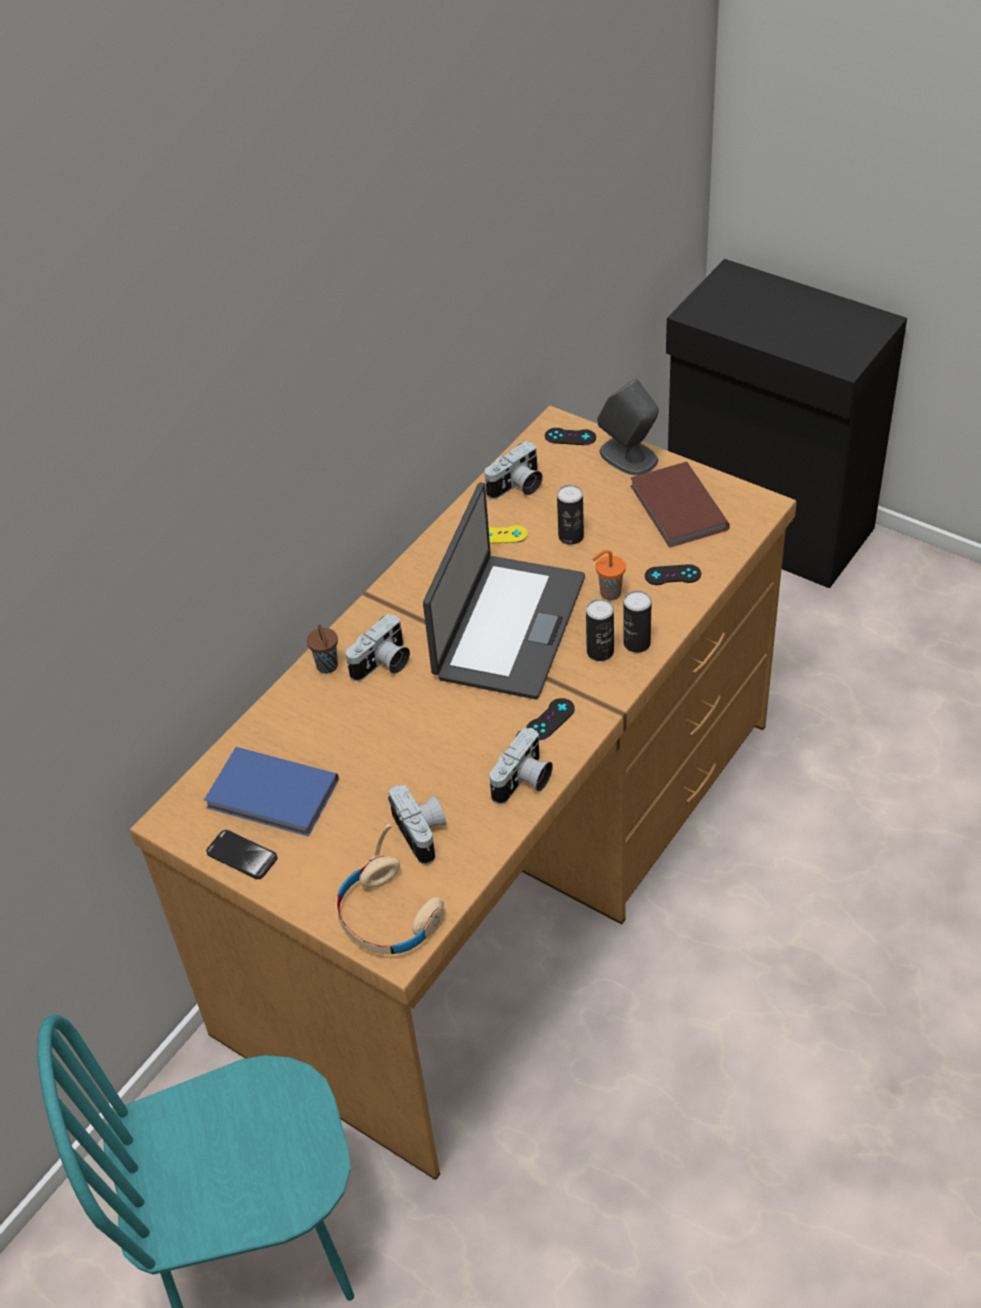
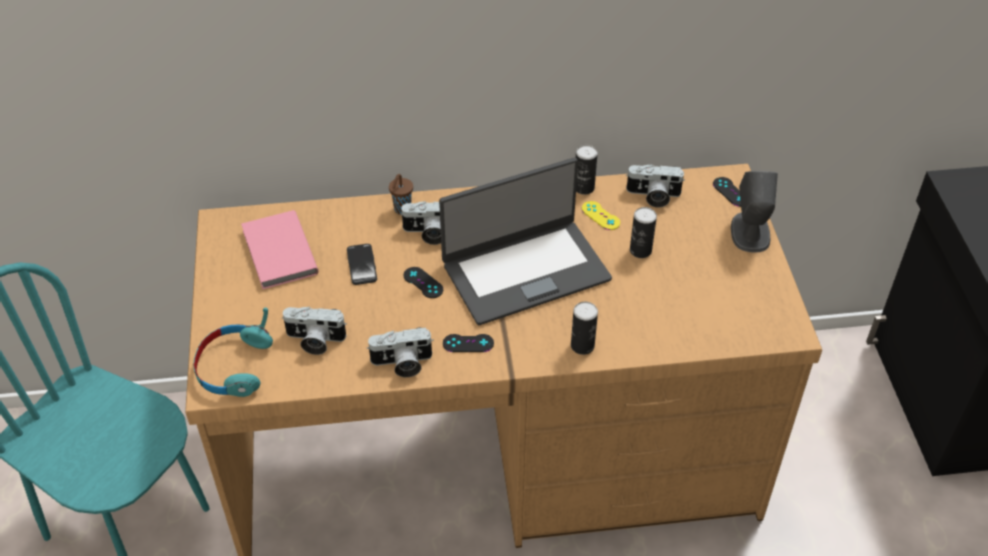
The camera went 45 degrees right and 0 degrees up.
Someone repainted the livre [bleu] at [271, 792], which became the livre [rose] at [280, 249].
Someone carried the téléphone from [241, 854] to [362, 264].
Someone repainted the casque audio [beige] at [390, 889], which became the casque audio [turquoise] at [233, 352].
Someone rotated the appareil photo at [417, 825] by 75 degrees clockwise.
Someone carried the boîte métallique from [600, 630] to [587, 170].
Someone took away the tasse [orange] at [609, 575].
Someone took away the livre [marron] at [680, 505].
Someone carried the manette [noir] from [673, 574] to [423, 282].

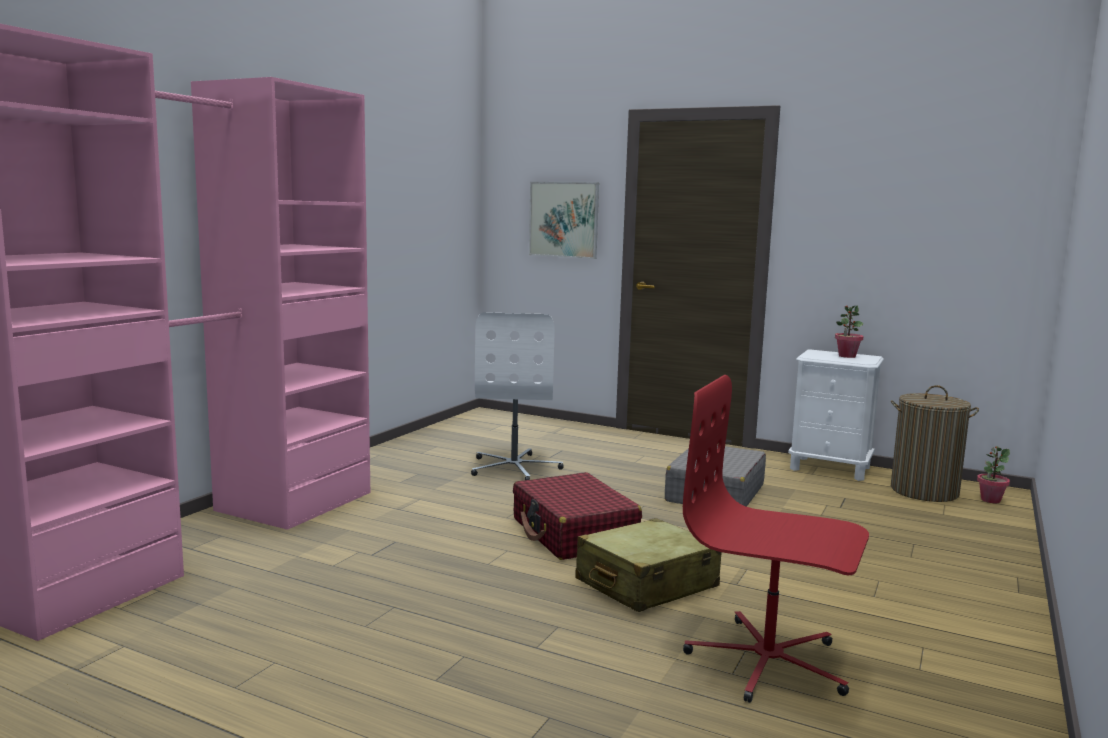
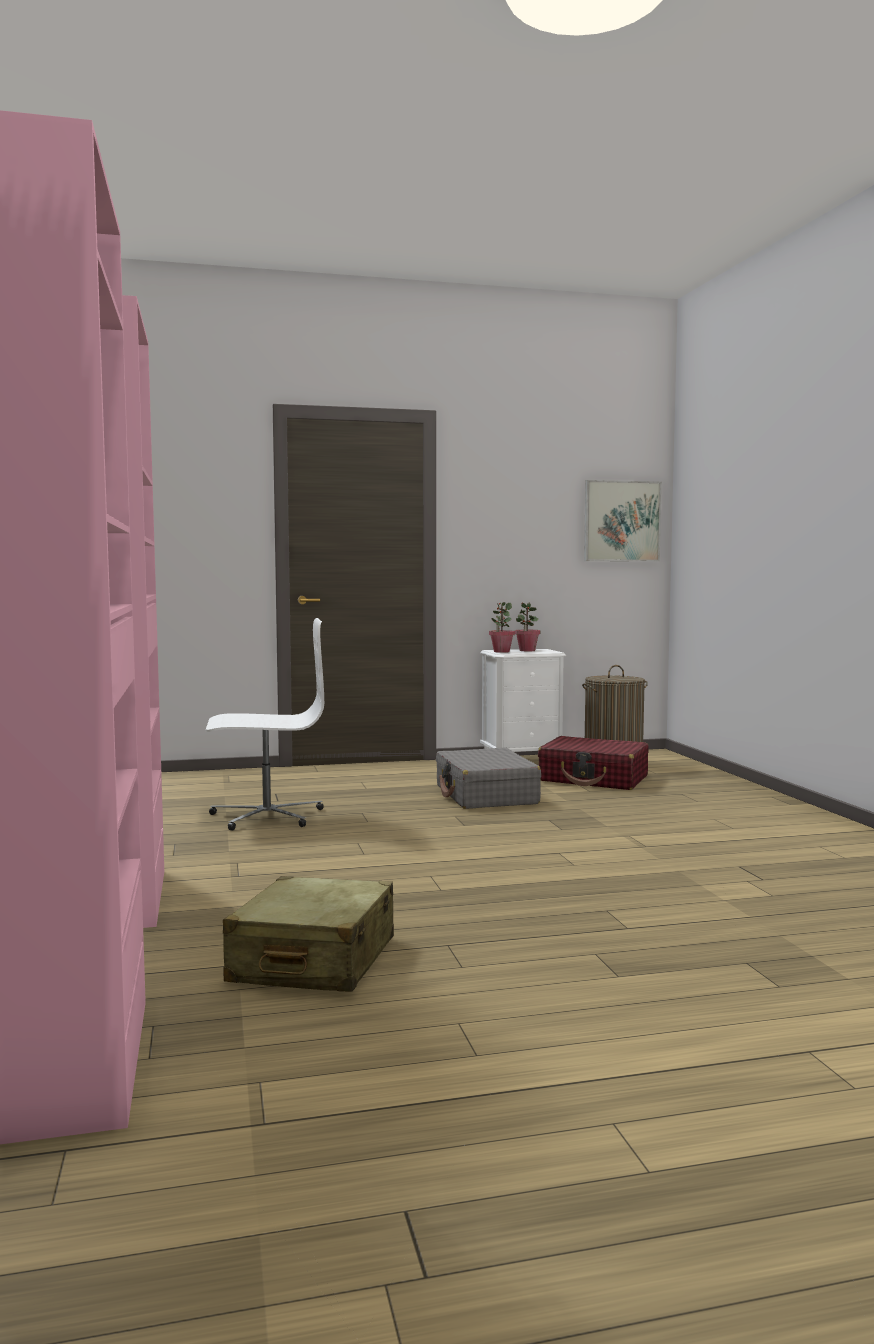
The camera went 40 degrees left and 5 degrees down.
Someone rotated the chaise de bureau [blanc] at [517, 396] by 60 degrees counterclockwise.
Someone carried the valise [rouge] from [577, 516] to [593, 763].
Someone carried the tableau from [564, 220] to [623, 521].
Someone carried the valise [beige] from [648, 565] to [308, 934].
Someone took away the chaise de bureau [rouge] at [776, 539].
Someone carried the plante en pot from [993, 474] to [502, 627].

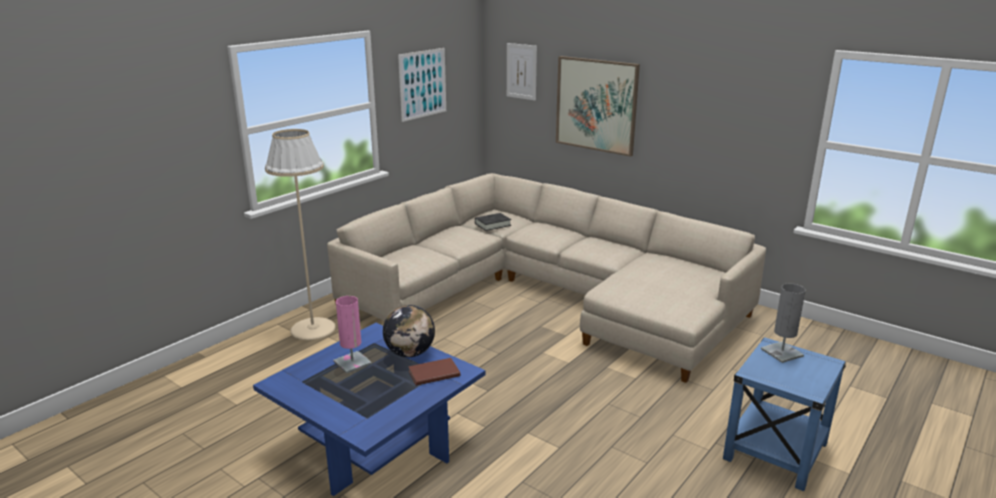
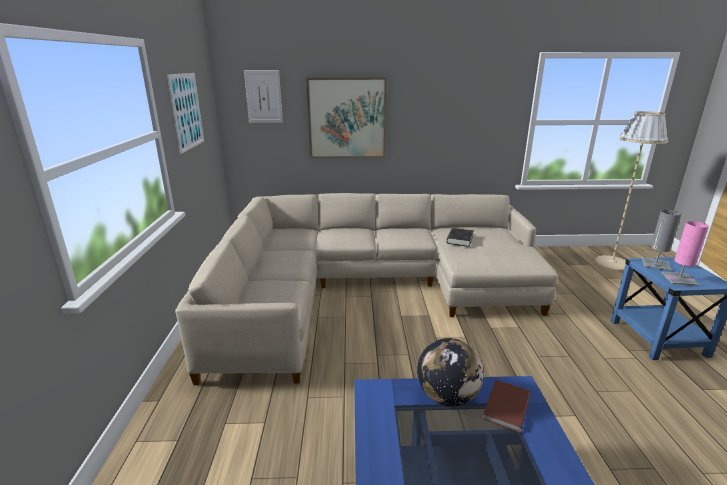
The camera went 40 degrees left and 0 degrees up.
Someone carried the lampadaire [beige] from [300, 234] to [632, 190].
Someone carried the lampe de table [rose] from [352, 335] to [685, 253].
Someone carried the livre [noir] from [493, 222] to [460, 237].

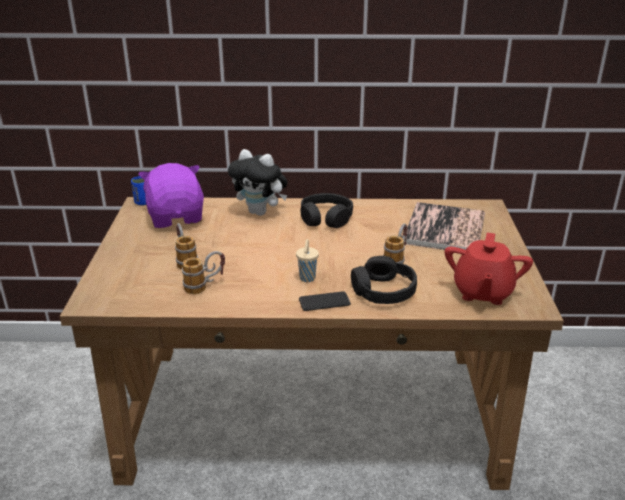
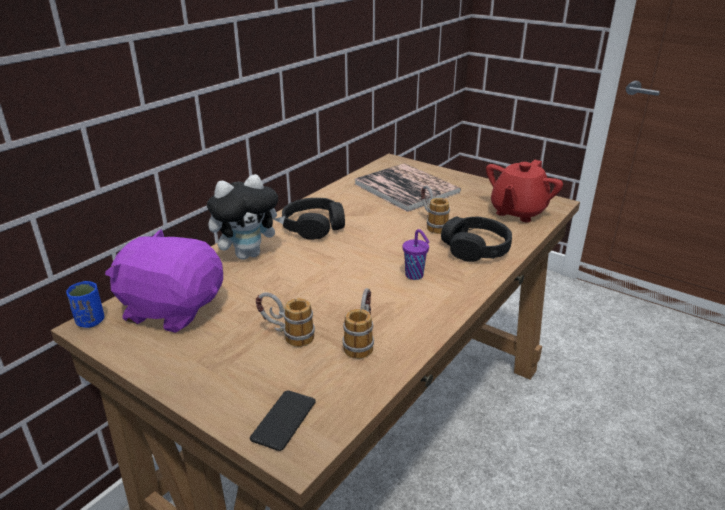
The camera went 55 degrees left and 0 degrees up.
Someone repainted the tasse [beige] at [307, 260], which became the tasse [violet] at [416, 254].
Someone carried the téléphone from [325, 301] to [283, 421].
Someone rotated the théière [rouge] at [488, 269] by 75 degrees clockwise.

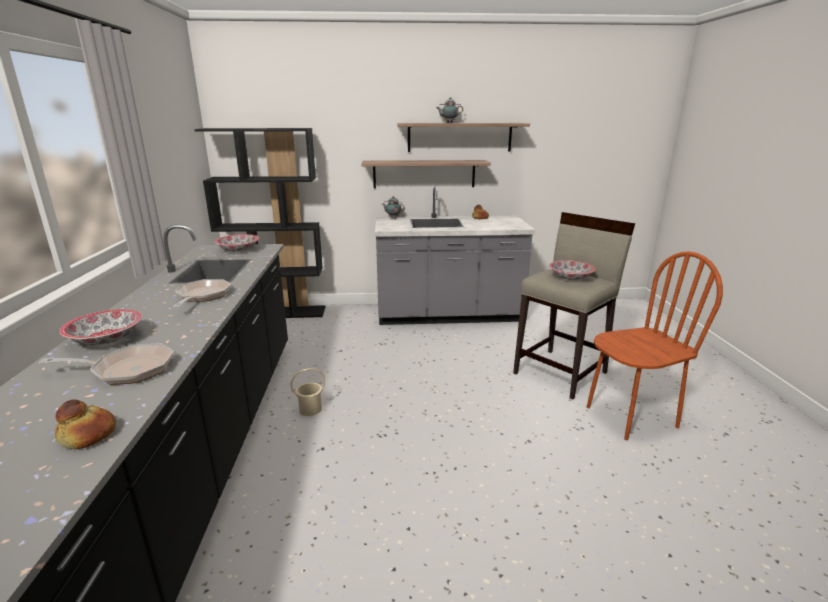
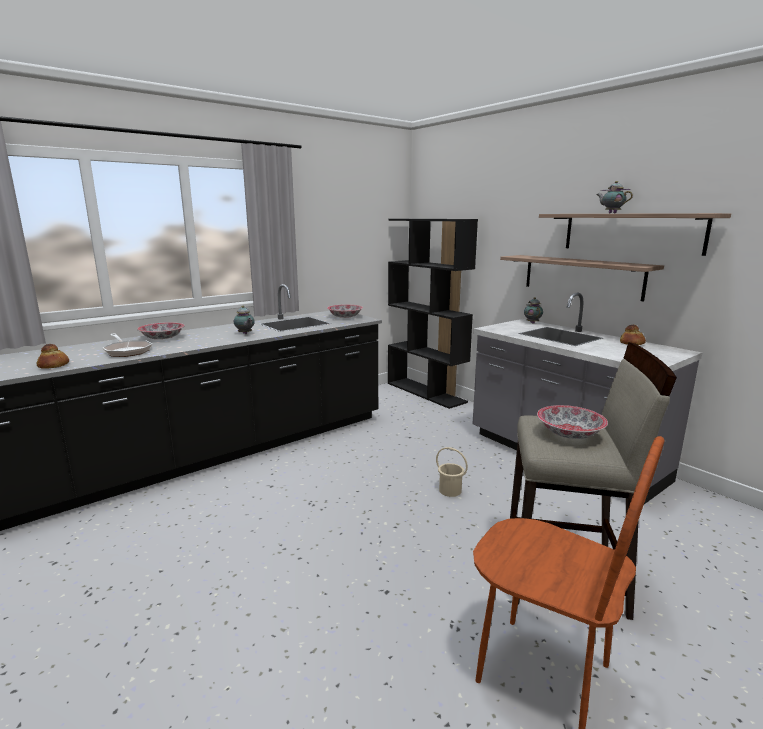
The camera went 55 degrees right and 5 degrees down.
Someone swapped the poêle at [201, 293] for the théière at [244, 320].
Someone carried the seau [beige] from [308, 392] to [452, 472].

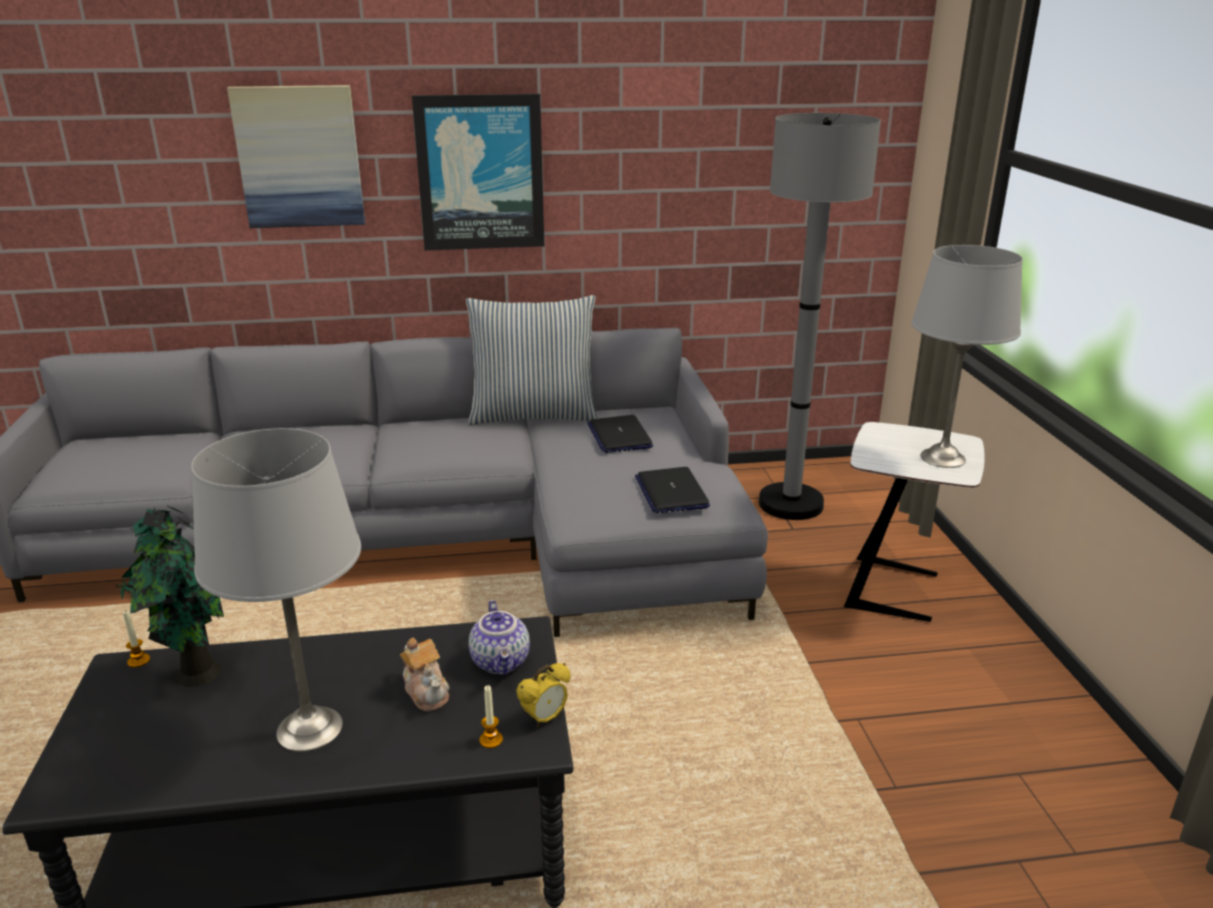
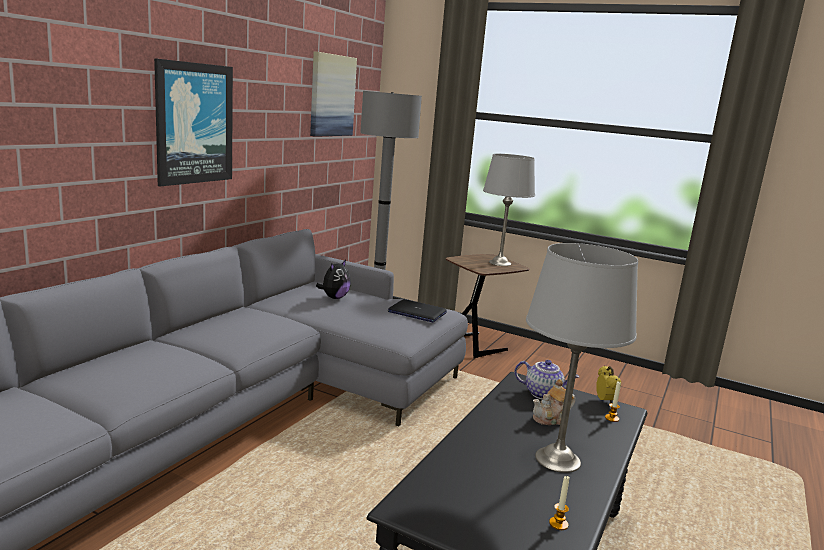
The camera went 55 degrees left and 10 degrees down.
Someone took away the plante en pot at [170, 596].
Someone carried the bougie from [136, 639] to [559, 503].
Someone carried the tableau from [296, 156] to [333, 94].
Someone rotated the théière at [425, 674] by 150 degrees clockwise.
Someone took away the coussin at [531, 360].
Someone swapped the ordinateur portable at [620, 434] for the peluche at [333, 279].
Someone repainted the table d'appoint [blanc] at [914, 522], which became the table d'appoint [marron] at [487, 306].

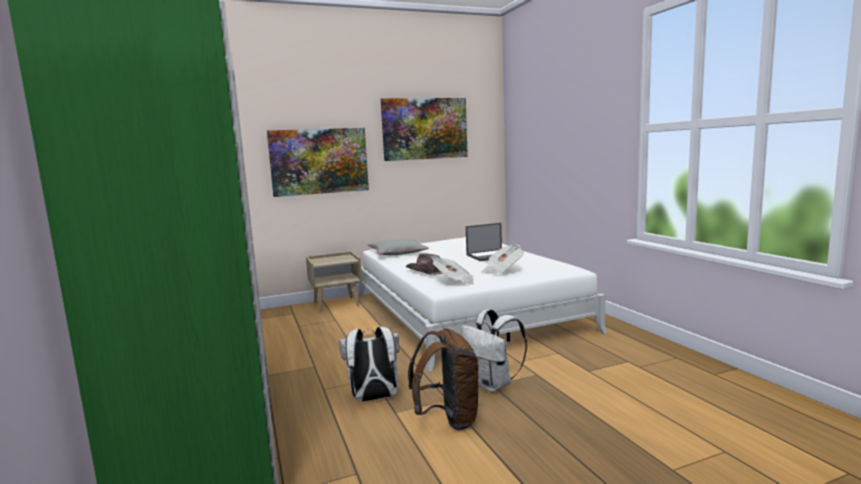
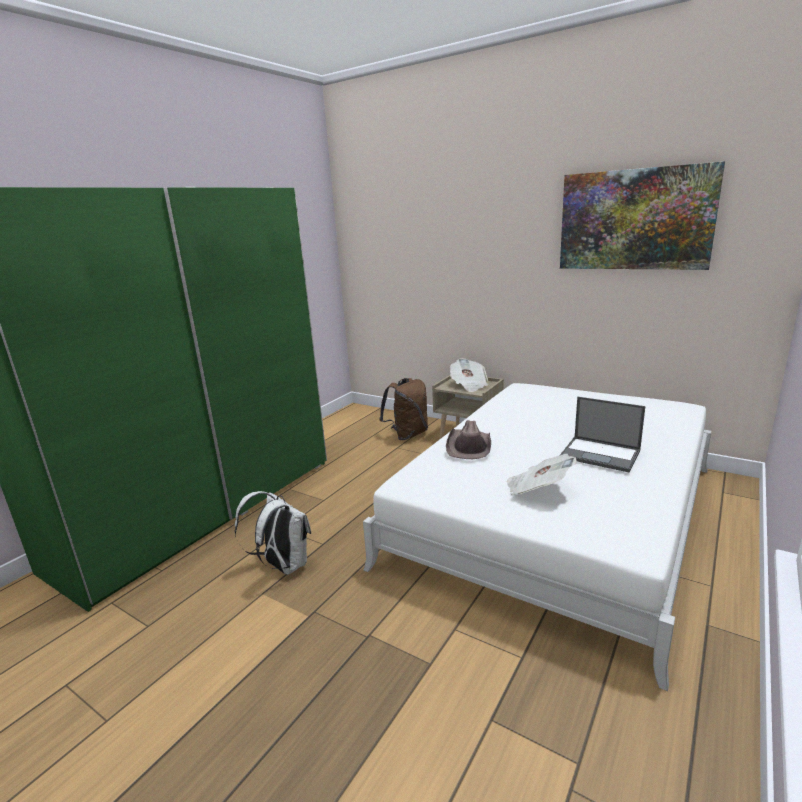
The camera went 55 degrees right and 10 degrees up.
Someone took away the tableau at [318, 162].
Someone took away the coussin [gris] at [398, 246].
Someone carried the sac à dos [marron] from [443, 379] to [403, 409].
Someone carried the journal from [453, 270] to [469, 375].
Someone took away the sac à dos [blanc] at [494, 350].

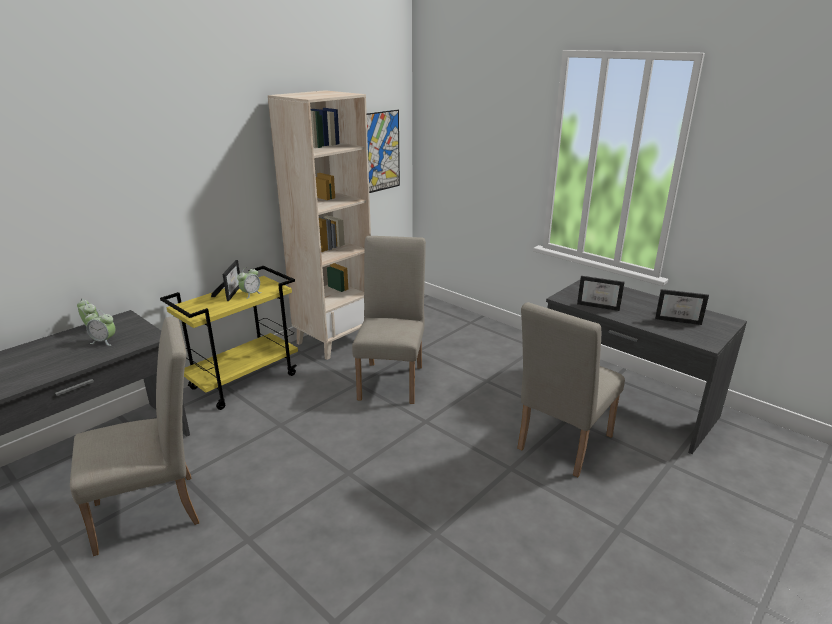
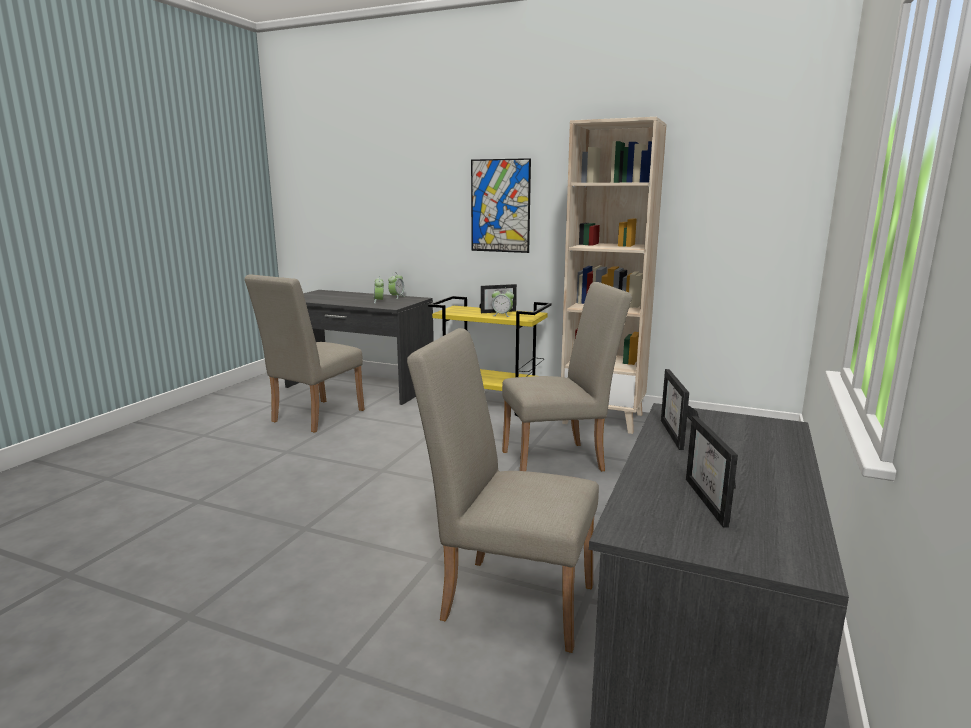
The camera went 70 degrees right and 10 degrees down.
Someone rotated the chaise [beige] at [134, 436] by 75 degrees clockwise.
Someone carried the tableau from [383, 151] to [501, 205].

